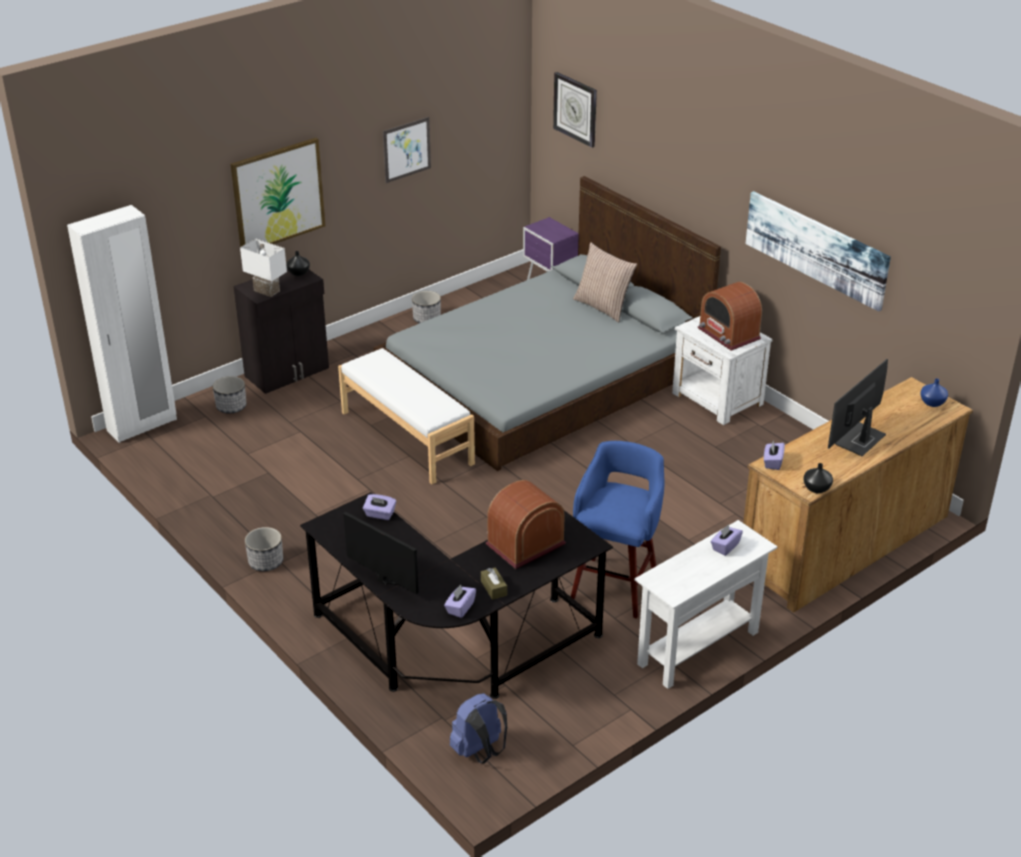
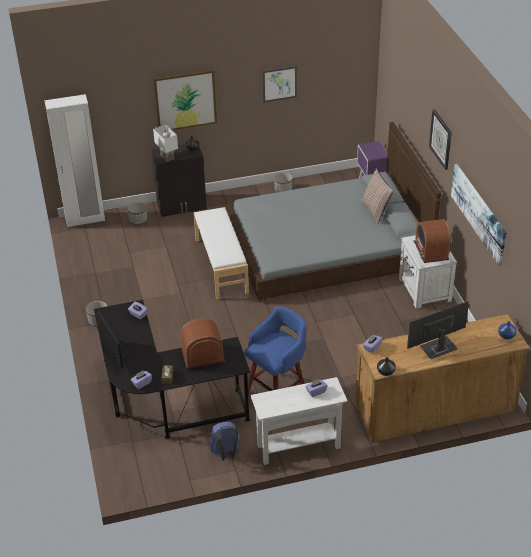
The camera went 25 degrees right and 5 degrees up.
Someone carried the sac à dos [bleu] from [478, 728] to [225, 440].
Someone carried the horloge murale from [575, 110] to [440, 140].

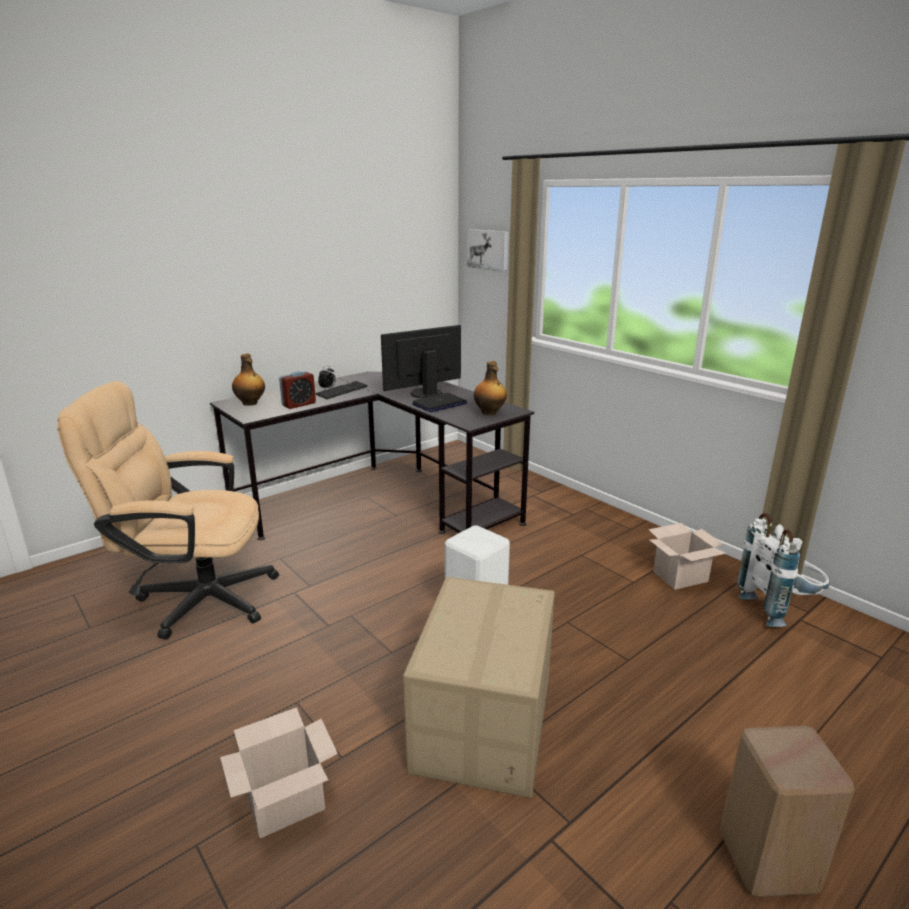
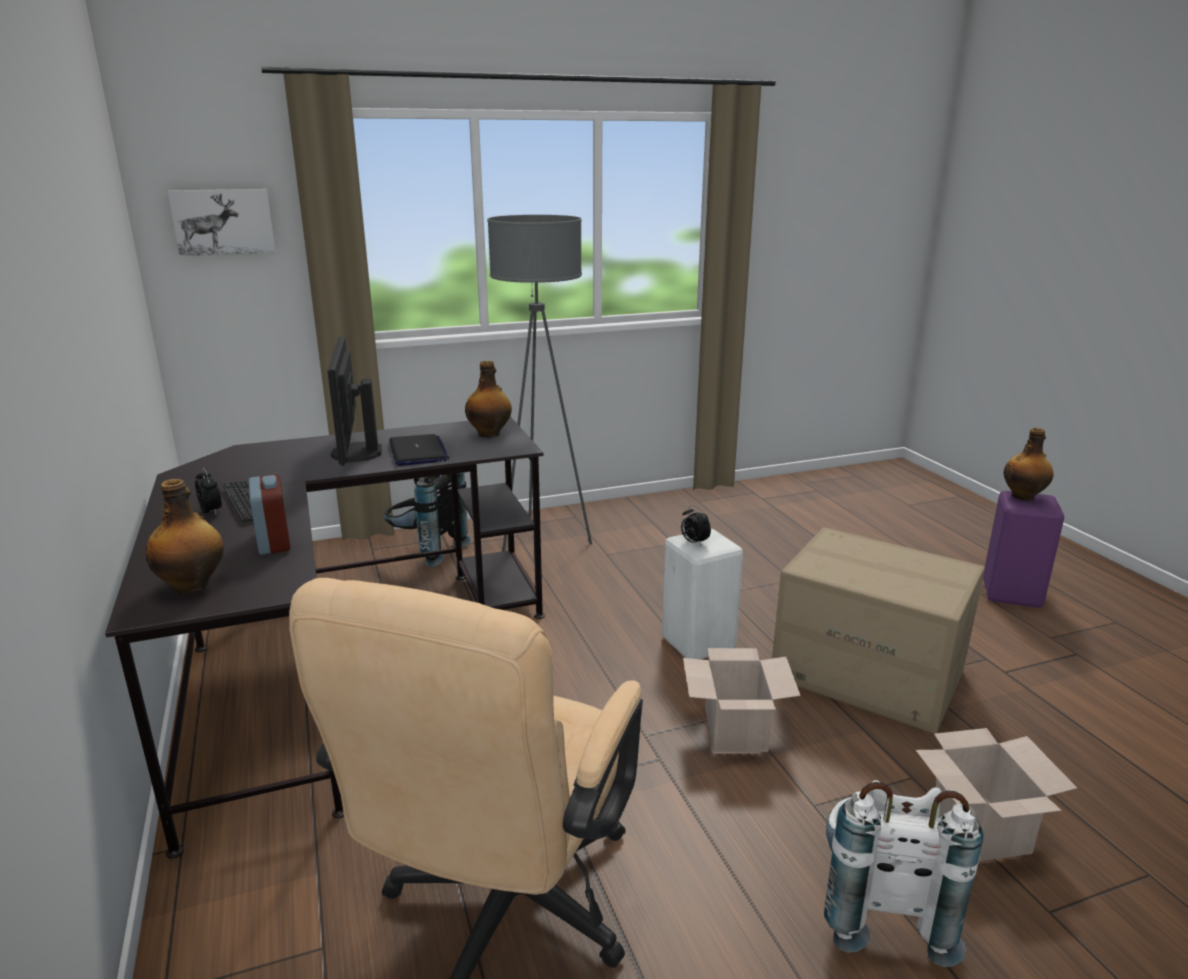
The camera went 70 degrees left and 0 degrees up.
Someone carried the carton from [687, 556] to [742, 700].
Someone repainted the tabouret [beige] at [787, 811], which became the tabouret [violet] at [1023, 549].
Someone carried the sac à dos [blanc] from [783, 570] to [903, 873].
Someone put down the sac à dos [noir] at [427, 519].
Someone put down the lampadaire [gris] at [539, 383].
Someone put down the réveil at [696, 525].
Someone put down the bouteille at [1028, 464].

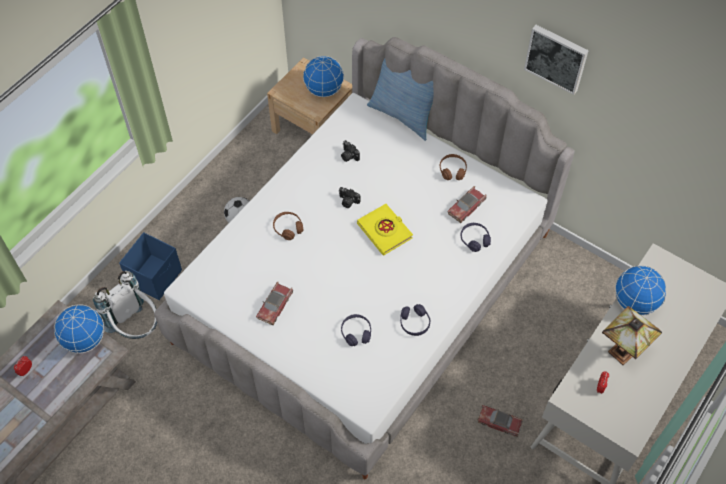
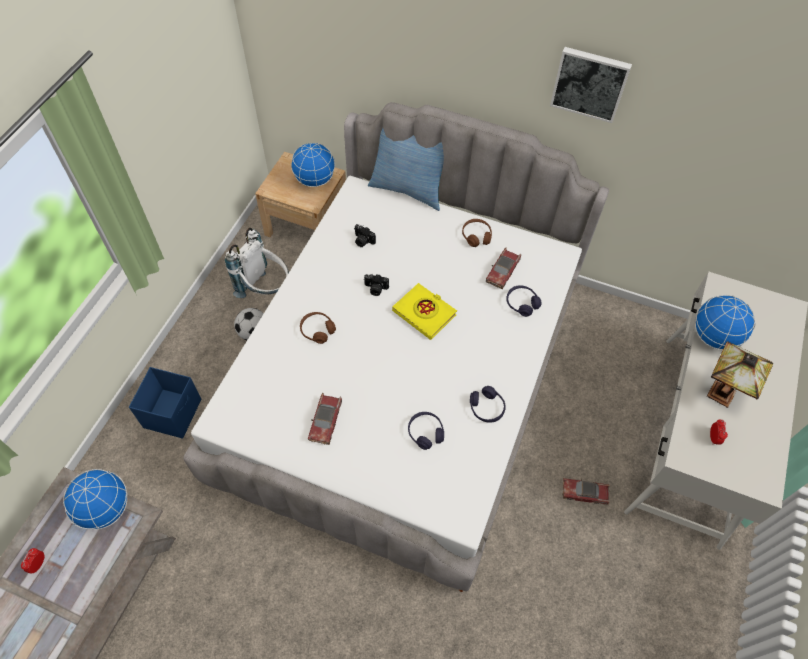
The camera went 15 degrees left and 0 degrees up.
Someone carried the sac à dos [blanc] from [125, 305] to [257, 263].

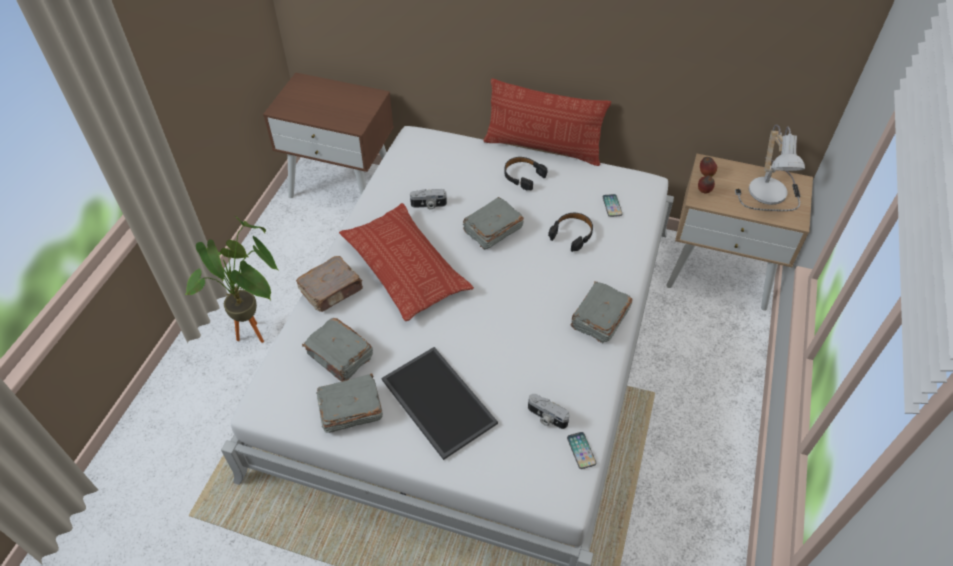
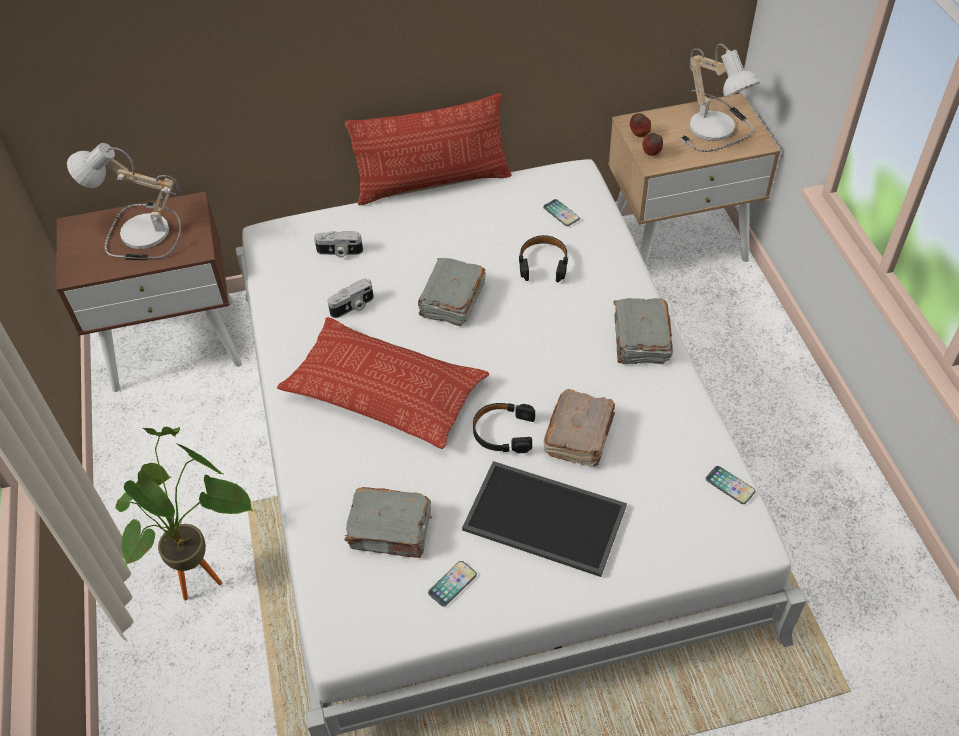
The camera went 30 degrees left and 0 degrees up.
Someone carried the livre [marron] from [329, 284] to [579, 427].
Someone swapped the livre [gris] at [350, 403] for the téléphone at [452, 584].
Someone carried the casque audio [noir] from [526, 174] to [504, 428].
Someone carried the appareil photo from [548, 411] to [338, 244].
Someone put down the lampe de table at [124, 201].

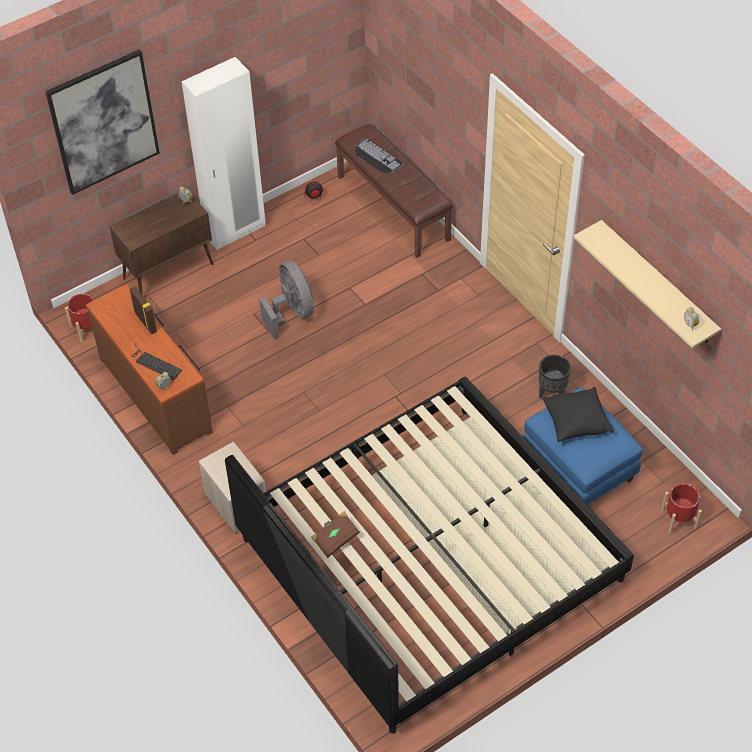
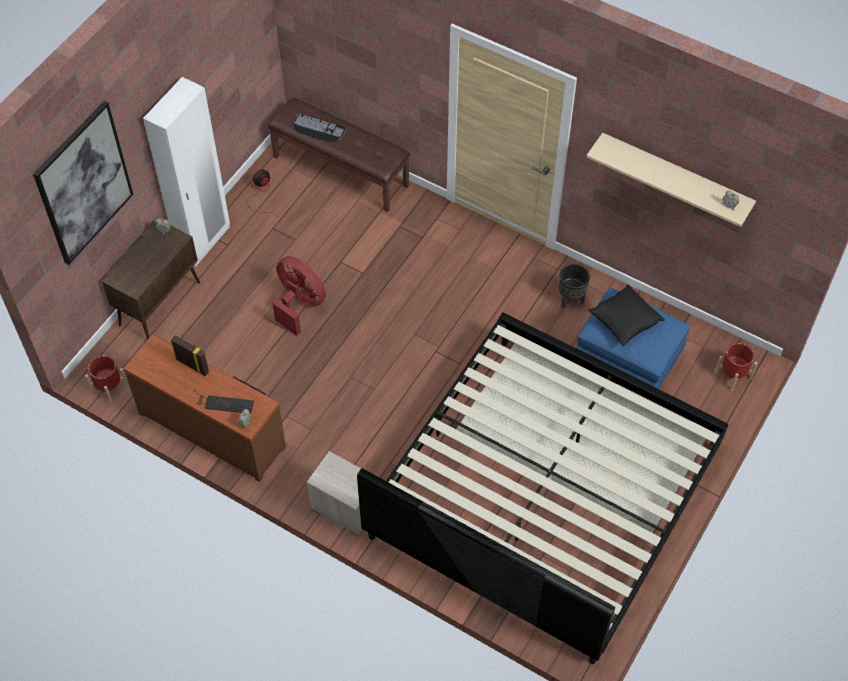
The camera went 25 degrees left and 5 degrees up.
Someone repainted the ventilateur [gris] at [286, 300], which became the ventilateur [rouge] at [299, 296].
Someone took away the livre [marron] at [335, 534].

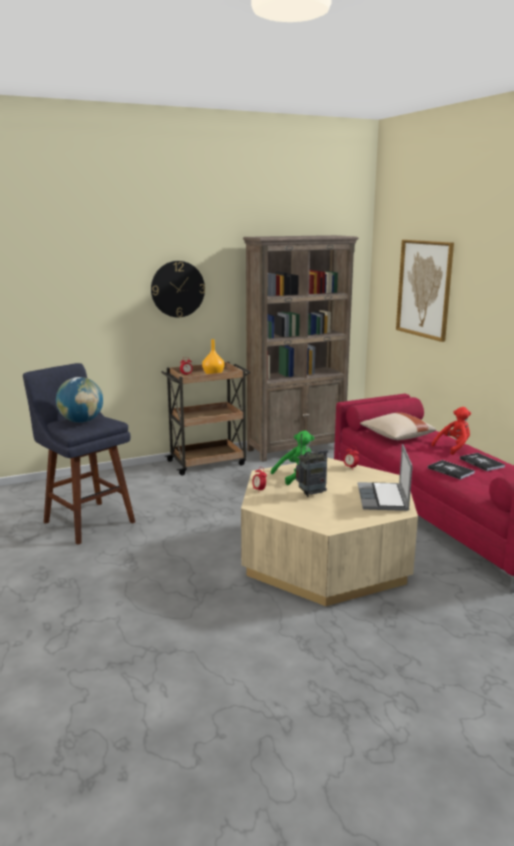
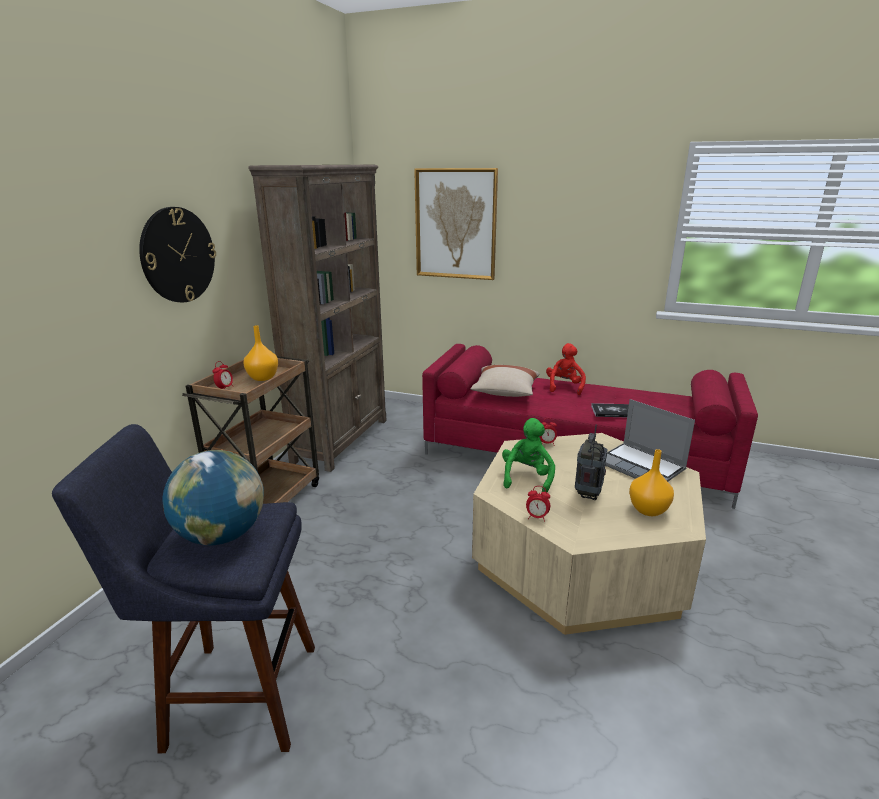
The camera went 45 degrees left and 5 degrees up.
Someone took away the livre at [482, 462].
Someone put down the vase [orange] at [651, 482].

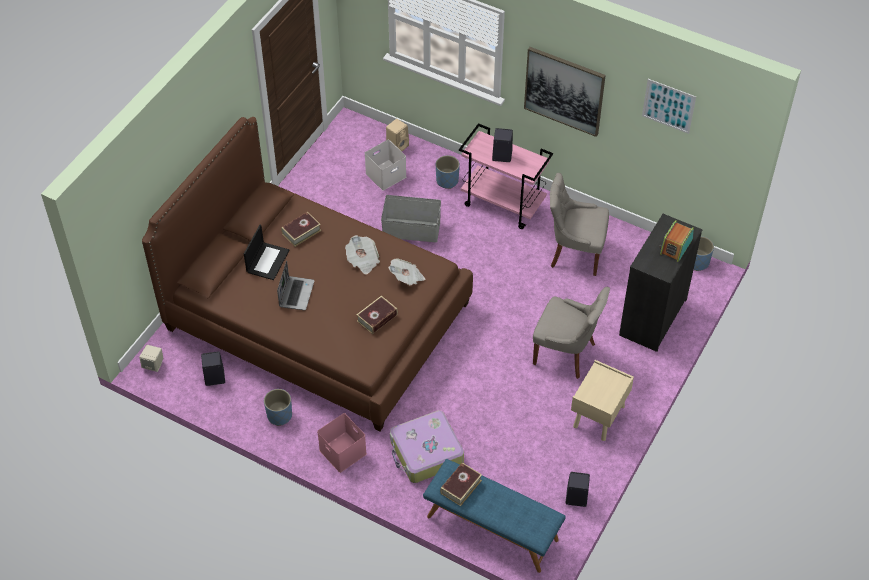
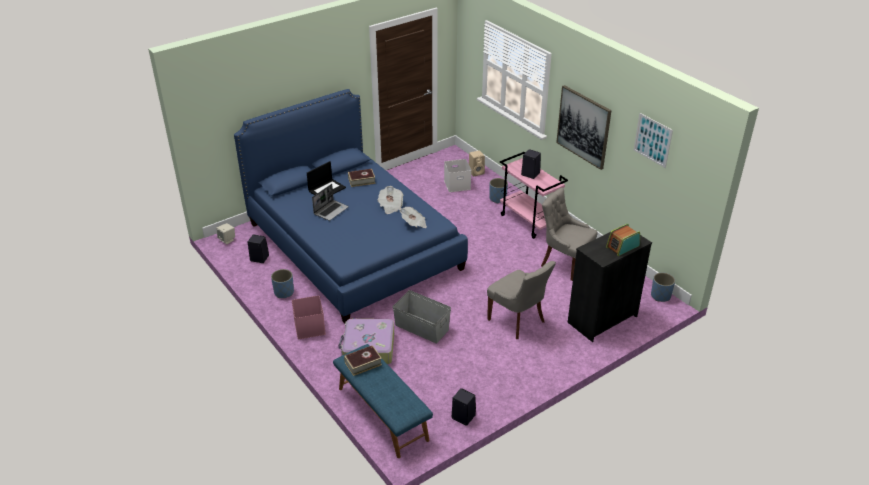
The camera went 25 degrees right and 15 degrees down.
Someone repainted the lit [marron] at [307, 274], which became the lit [bleu] at [351, 206].
Someone took away the livre at [377, 315].
Someone carried the boîte de rangement [gris] from [411, 219] to [421, 316].
Someone took away the table de chevet [beige] at [602, 400].

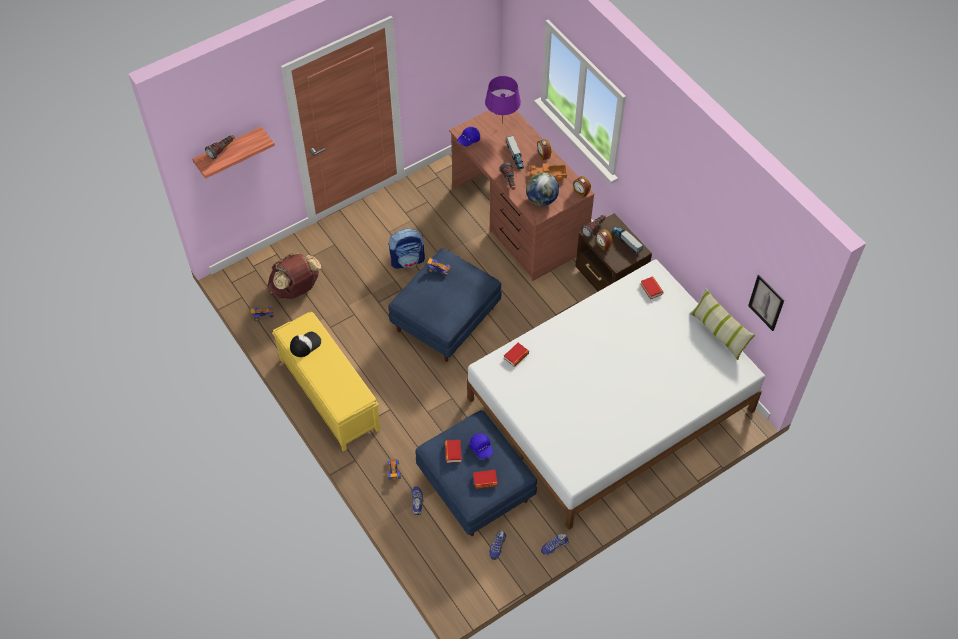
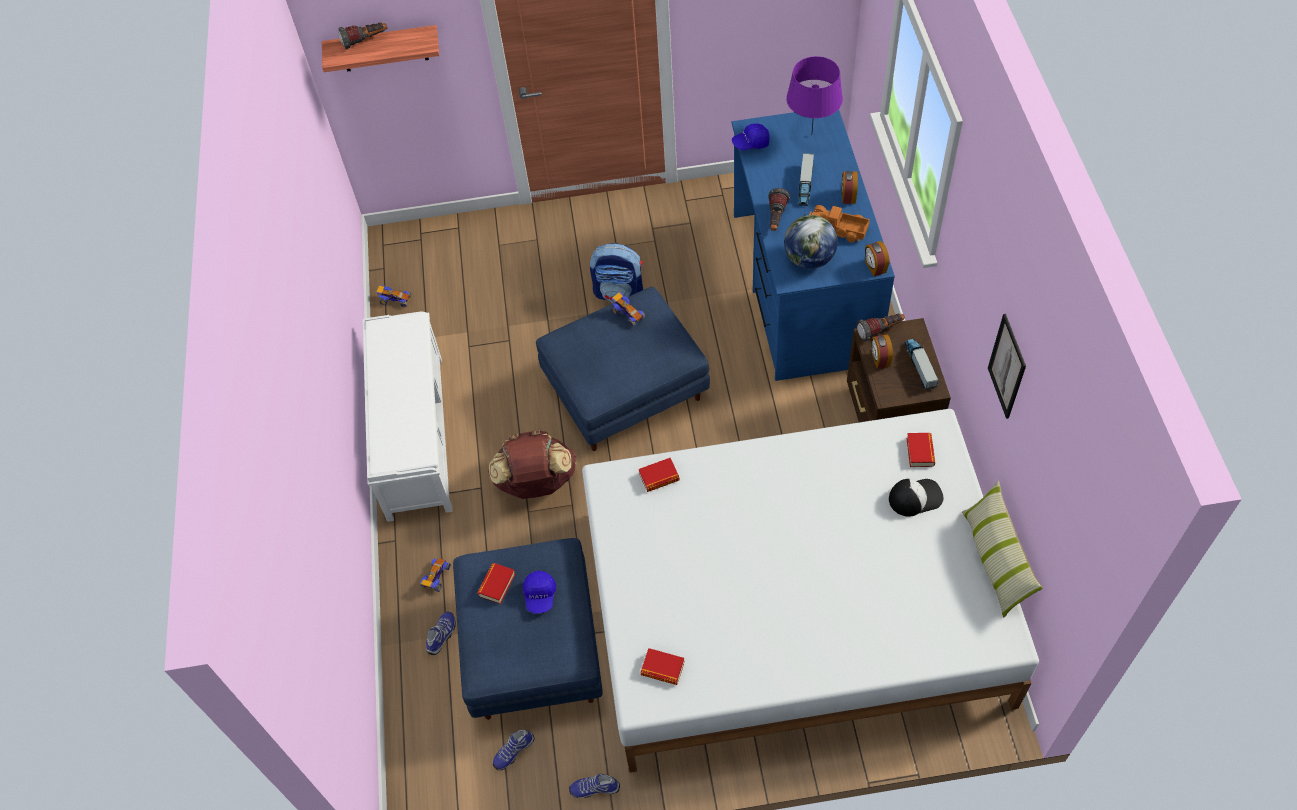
The camera went 30 degrees right and 0 degrees up.
Someone carried the sac à dos [marron] from [294, 276] to [532, 464].
Someone repainted the banc [jaune] at [326, 381], which became the banc [blanc] at [407, 416].
Someone carried the casquette from [305, 344] to [916, 497].
Someone repainted the bureau [marron] at [521, 195], which became the bureau [bleu] at [813, 245].
Someone carried the livre from [485, 479] to [662, 666].
Someone carried the tableau from [766, 303] to [1007, 366].

